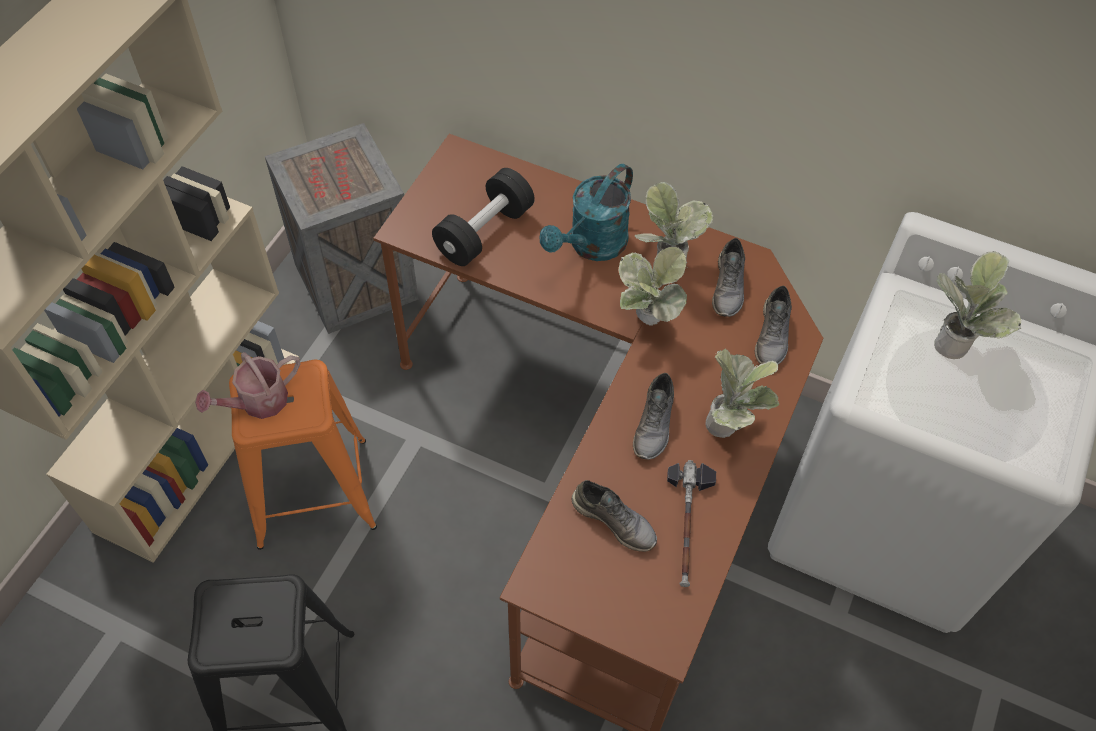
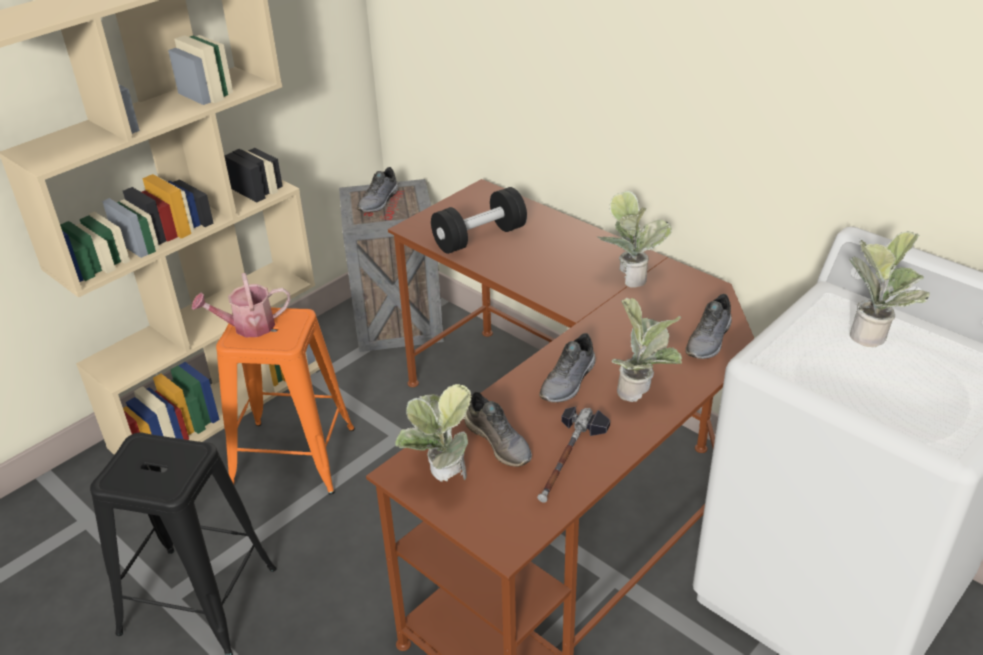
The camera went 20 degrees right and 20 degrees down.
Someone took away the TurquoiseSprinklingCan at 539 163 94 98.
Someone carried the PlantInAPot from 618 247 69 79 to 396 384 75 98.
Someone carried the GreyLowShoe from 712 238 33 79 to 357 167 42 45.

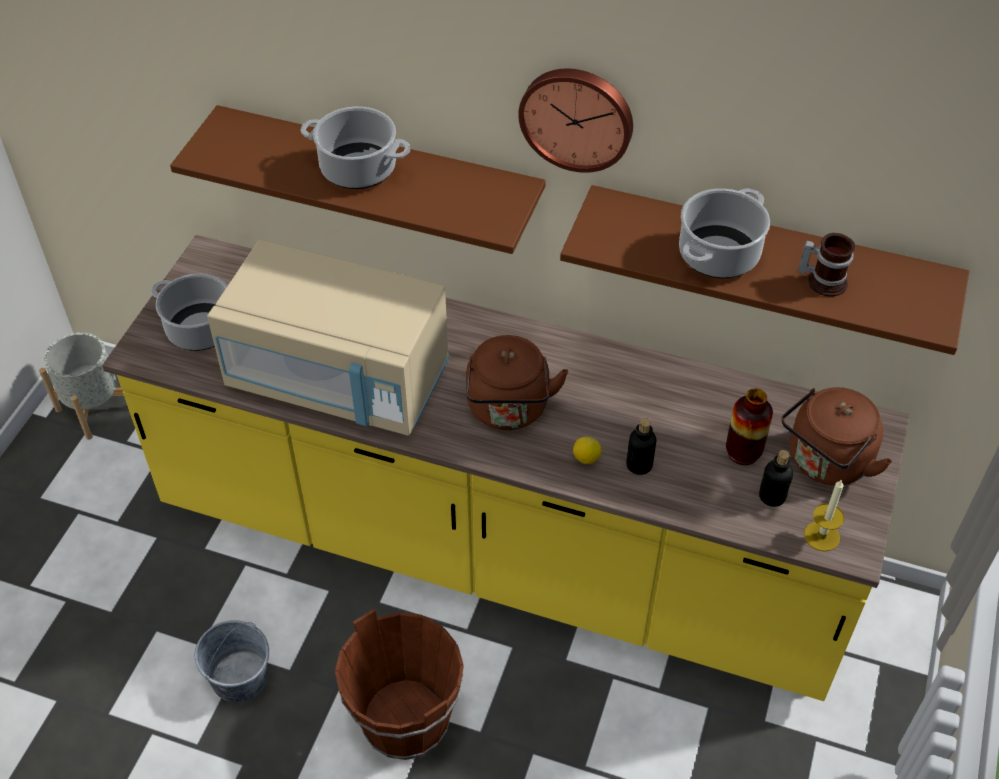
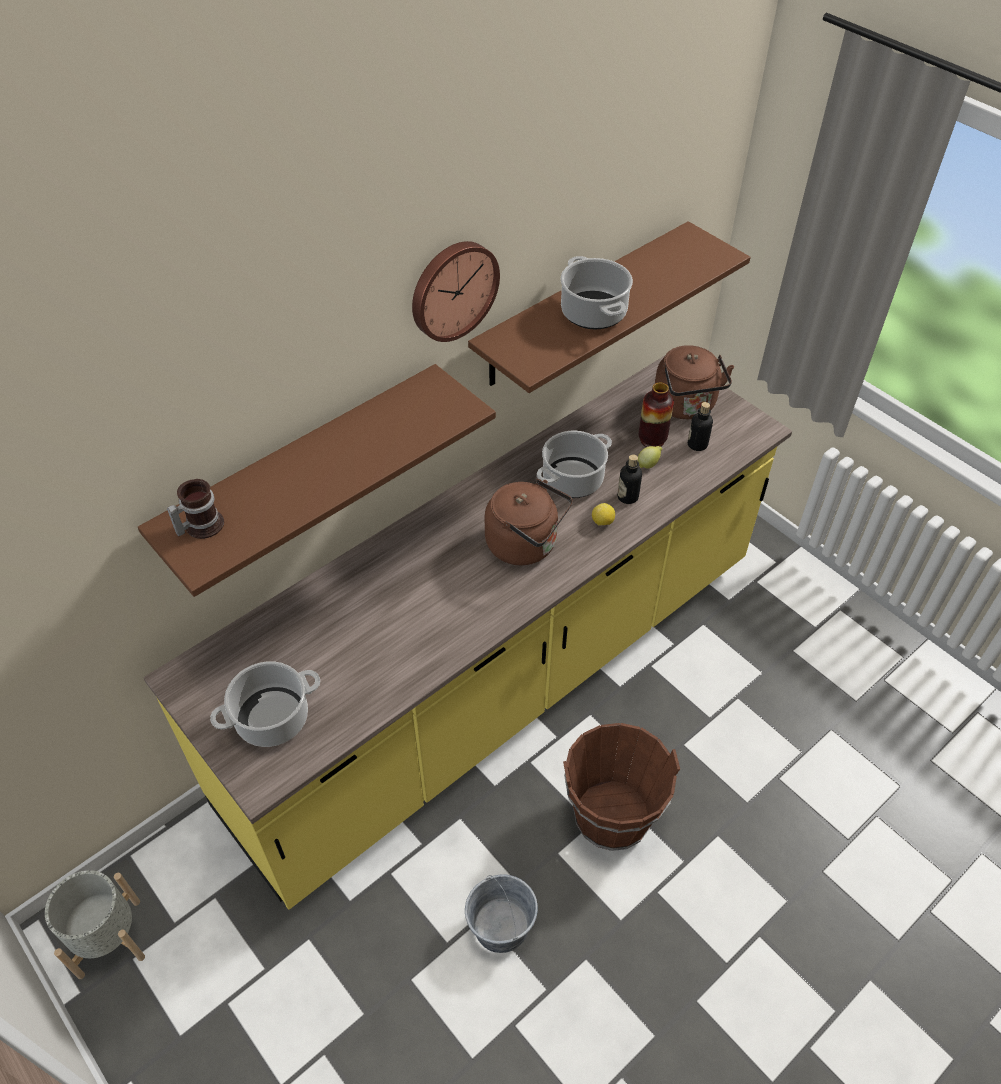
The camera went 60 degrees left and 0 degrees up.
Someone took away the BeigeMicrowaveOven at 207 239 243 196.
Someone carried the CookingPot from 301 107 110 82 to 537 431 75 67.
Someone carried the CoffeeMug from 798 233 57 63 to 167 479 57 60.
Someone took away the Candle at 804 479 40 72.
Someone put down the Lemon at 638 446 24 22.

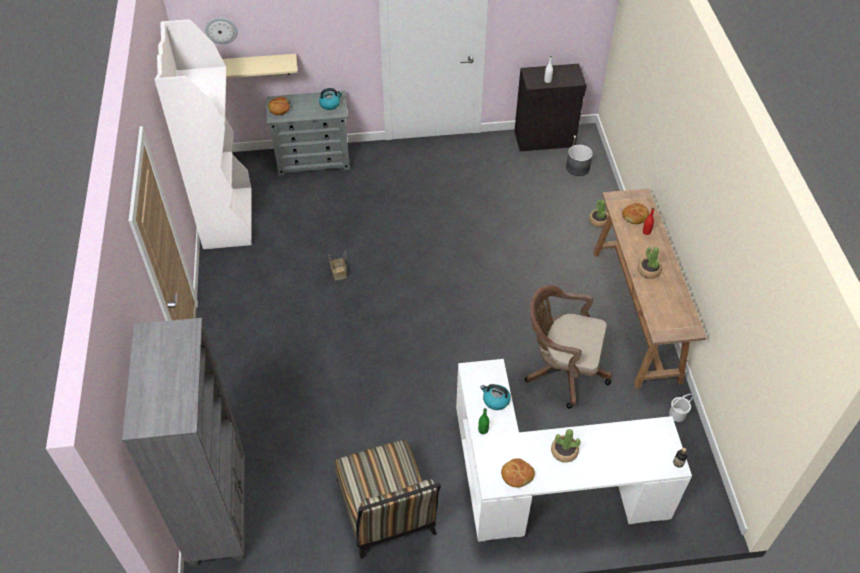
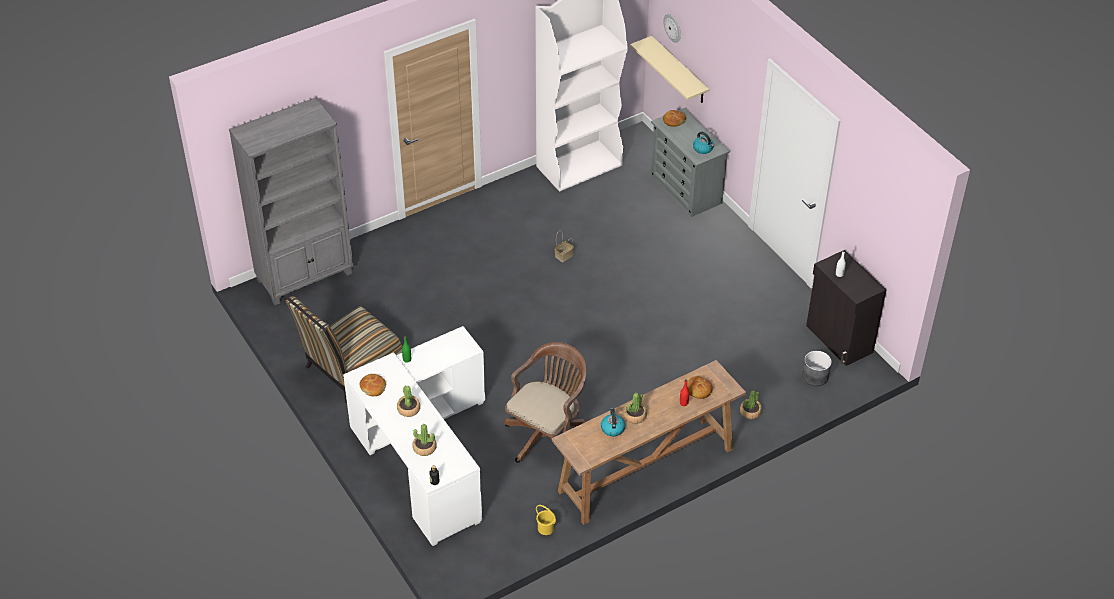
The camera went 65 degrees right and 5 degrees down.
Someone carried the WaterKettle from 480 384 31 26 to 601 408 24 28.
Someone rotated the BrownishDeskChair at 525 285 87 124 by 45 degrees clockwise.
Someone repainted the WhiteColouredWaterBucket at 669 394 25 28, which became the YellowishWaterBucket at 536 505 20 30.
Someone put down the PlantInAPot at 413 424 23 32.

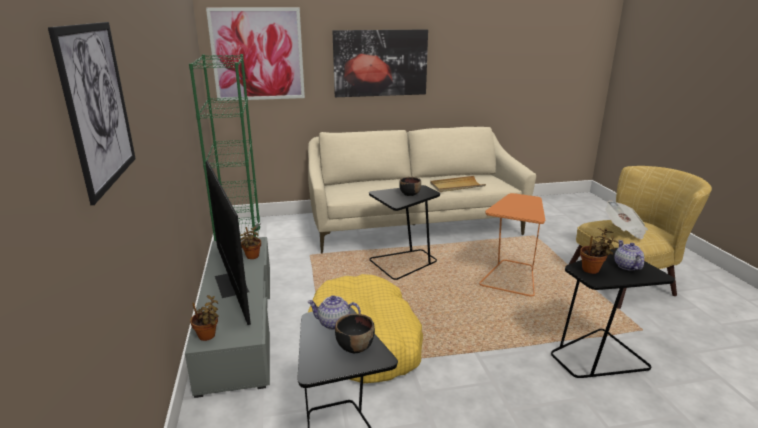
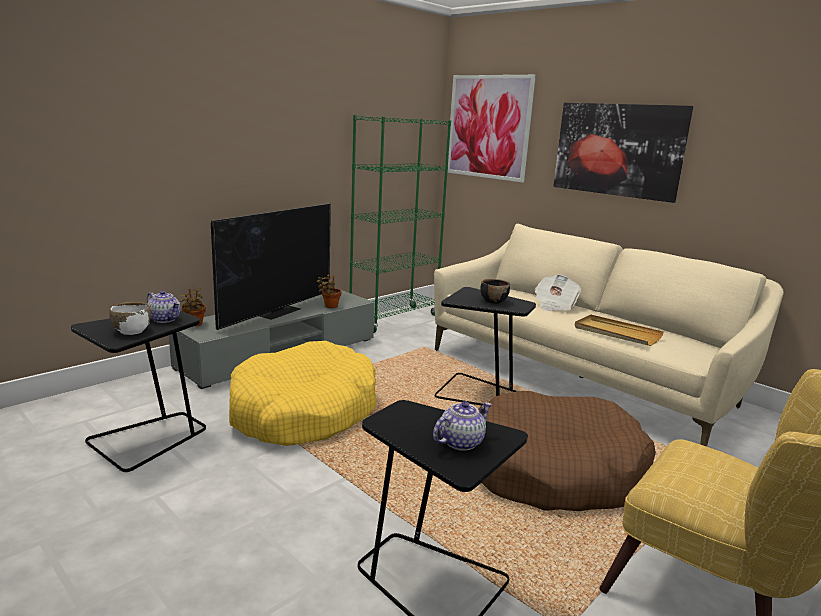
The camera went 55 degrees right and 5 degrees down.
Someone took away the WallArt at 48 22 88 183.
Someone rotated the Teapot at 307 295 54 35 by 150 degrees clockwise.
Someone repainted the BlackColouredServingBowl at 335 314 40 39, which became the WhiteColouredServingBowl at 109 302 42 33.
Someone swapped the OrangeColouredEndTable at 479 193 66 104 for the BrownishPetBed at 478 391 178 120.
Someone took away the PlantInAPot at 580 228 39 46.
Someone carried the PrintedPaper from 605 201 43 39 to 534 274 47 37.

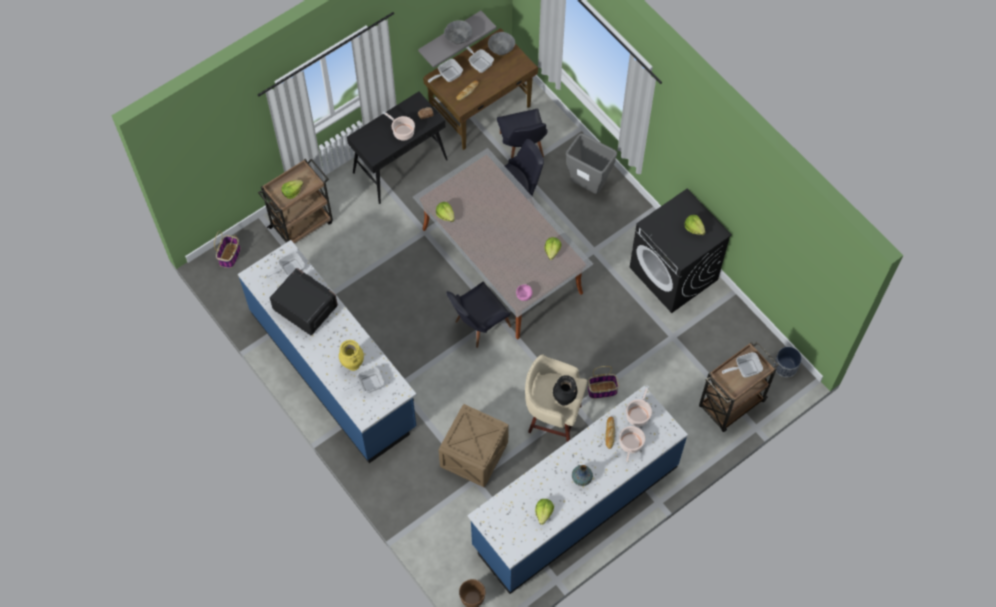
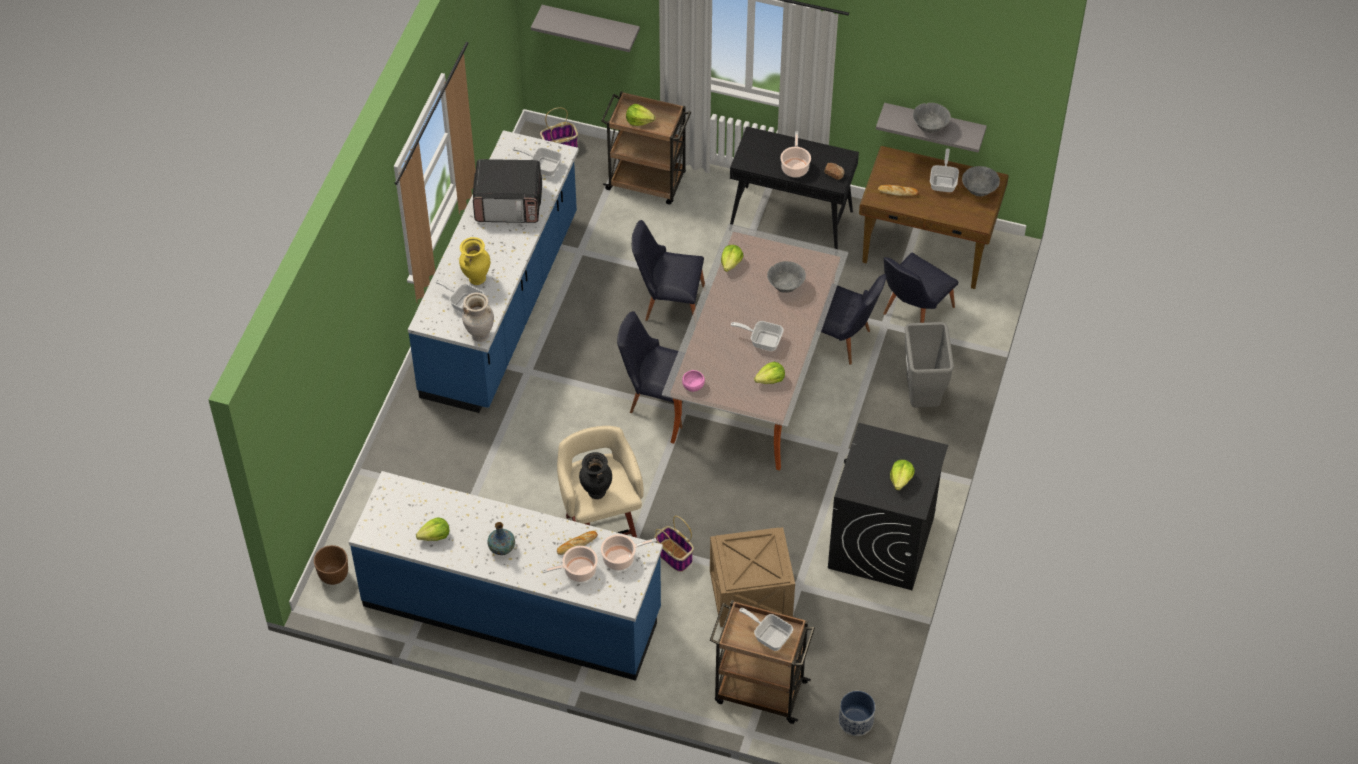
The camera went 55 degrees right and 10 degrees down.
Someone rotated the MicrowaveOven at 270 268 68 67 by 90 degrees clockwise.
Someone carried the FryingPan from 428 59 35 24 to 731 321 53 30.
Someone carried the Crate from 439 404 70 83 to 710 527 85 100.
Someone put down the BeigeVase at 462 292 32 50.
Someone put up the GreyShelf at 531 5 109 47.
Someone put down the BlackColouredPlainChair at 632 220 73 101.
Someone put down the GreyServingBowl at 767 261 39 32.

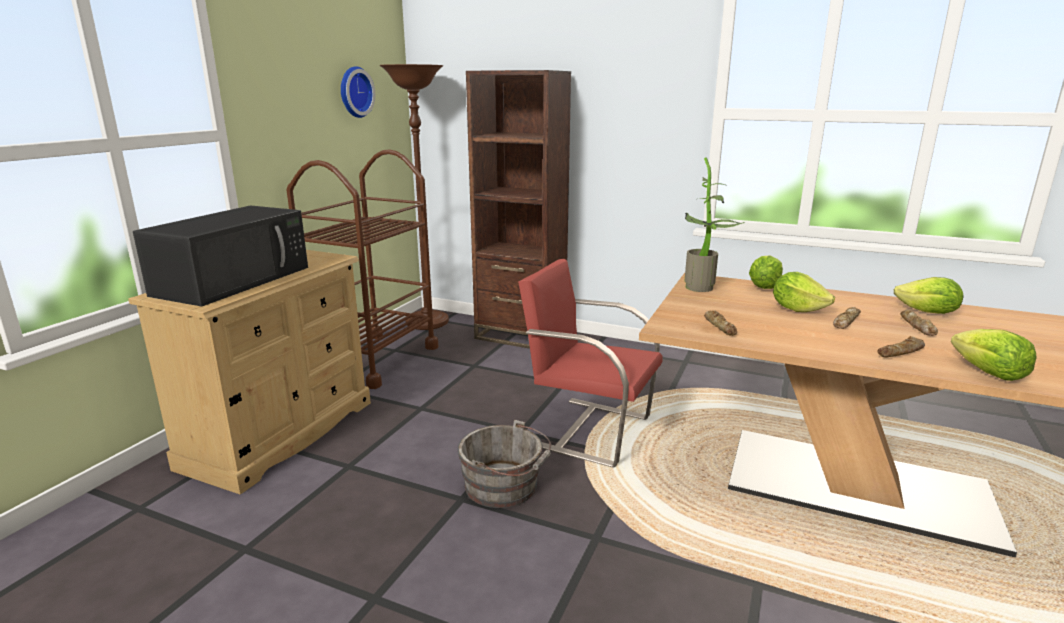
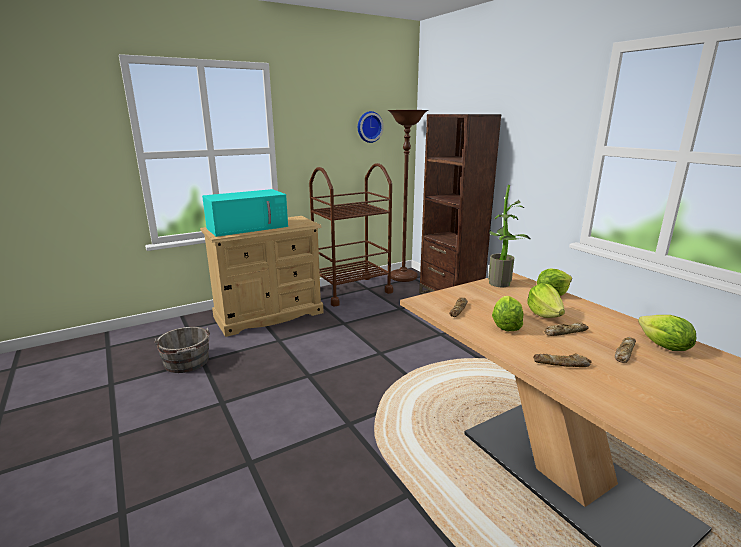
The camera went 35 degrees right and 0 degrees up.
Someone repainted the BlackColouredMicrowaveOven at 133 205 175 102, which became the TurquoiseMicrowaveOven at 202 189 86 48.
Someone carried the GreyWaterBucket from 458 420 93 88 to 154 327 56 46.
Someone took away the ReddishPlainChair at 518 259 145 209.
Someone carried the Lettuce from 951 329 86 52 to 492 296 32 35.

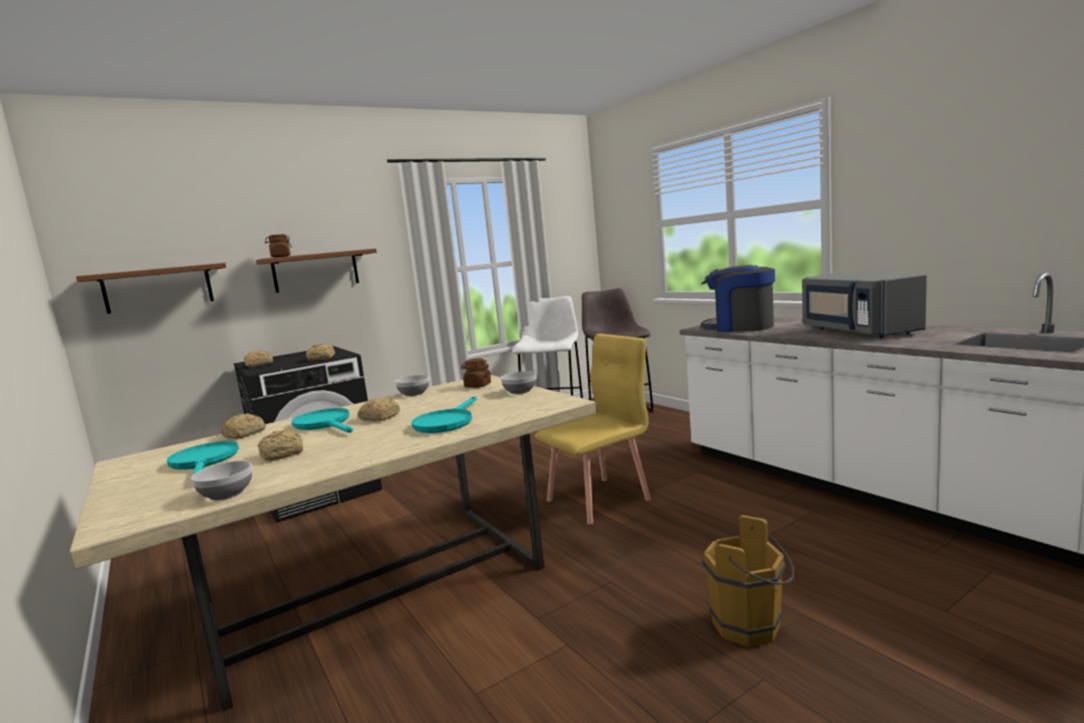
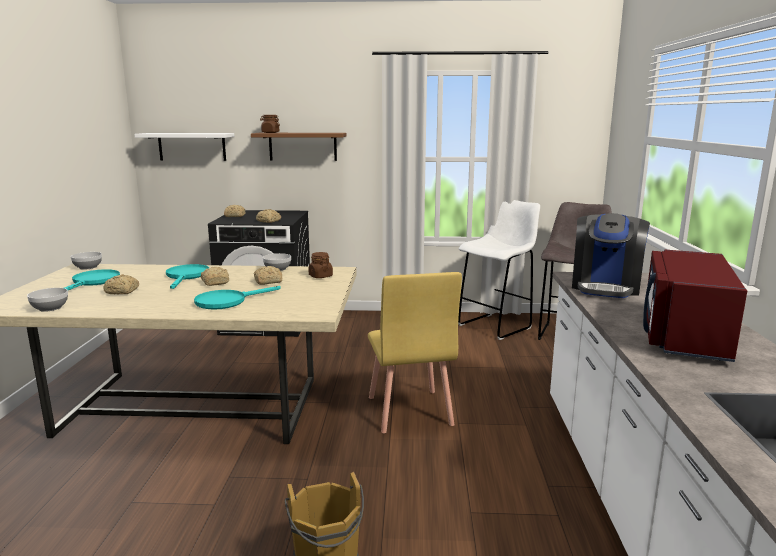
The camera went 35 degrees right and 5 degrees up.
Someone repainted the BrownishShelf at 76 263 150 51, which became the WhiteColouredShelf at 134 133 100 28.
Someone carried the Bread from 221 413 45 26 to 254 266 29 19.
Someone carried the ServingBowl from 501 371 35 23 to 71 252 31 17.
Someone rotated the YellowishPlainChair at 534 334 117 191 by 75 degrees clockwise.
Someone rotated the CoffeeMaker at 701 265 74 67 by 135 degrees counterclockwise.
Someone repainted the GreyMicrowaveOven at 802 273 125 65, which became the ReddishMicrowaveOven at 643 250 104 112.

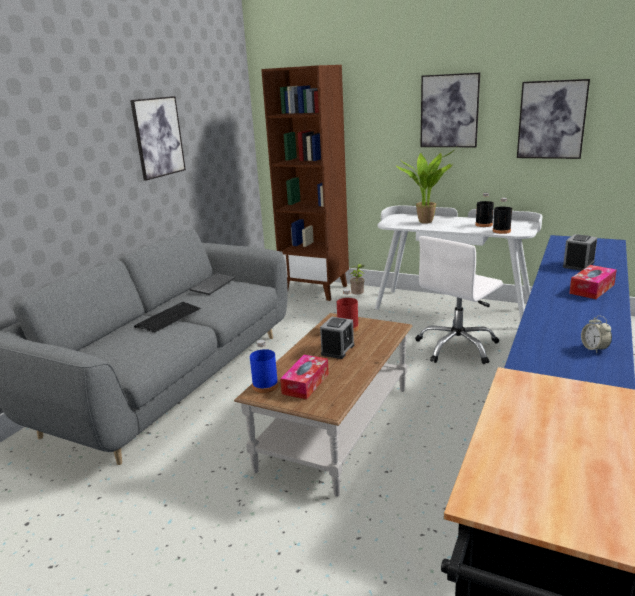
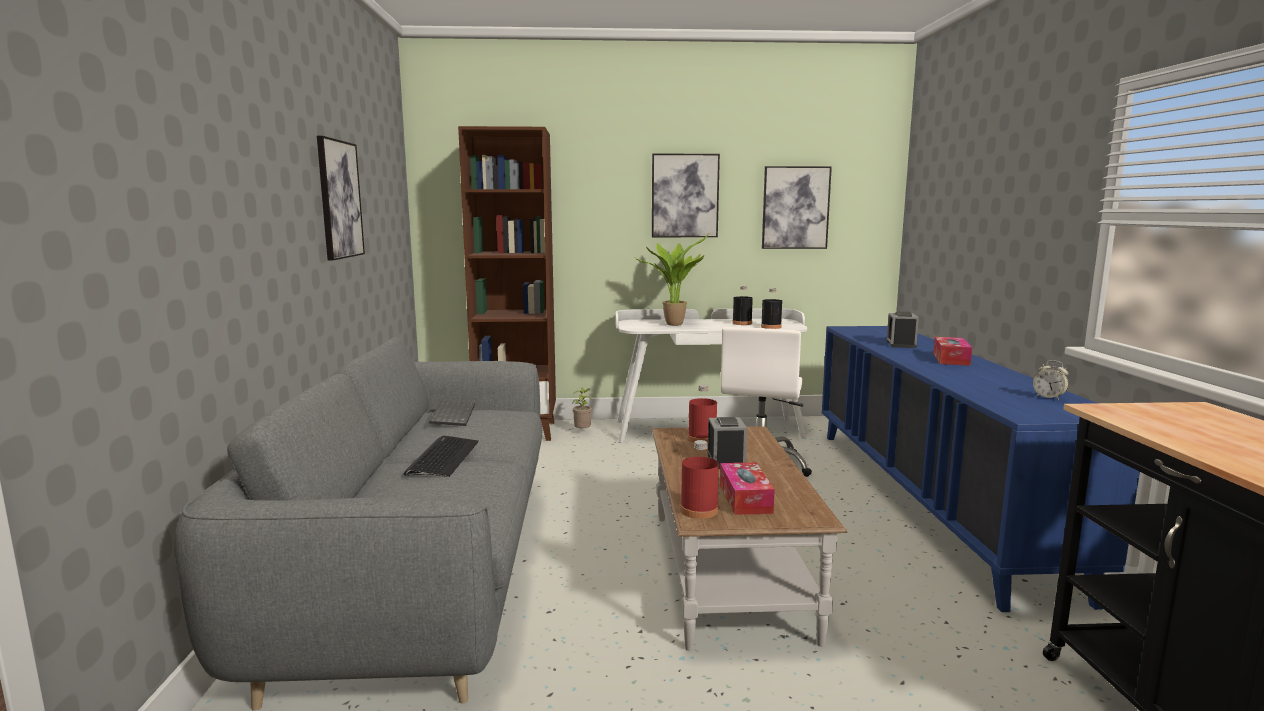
The camera went 30 degrees left and 10 degrees down.
Someone repainted the BlueColouredBottle at 250 340 28 53, which became the ReddishBottle at 681 440 38 79.

